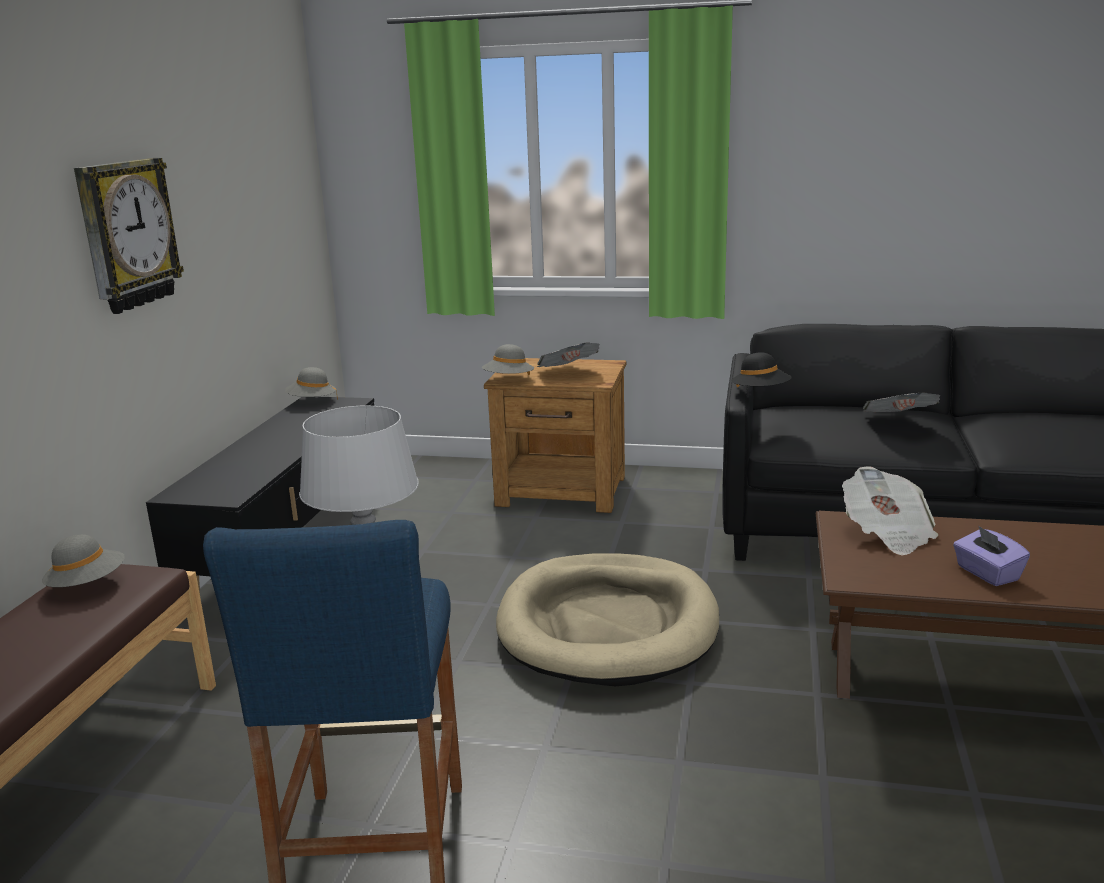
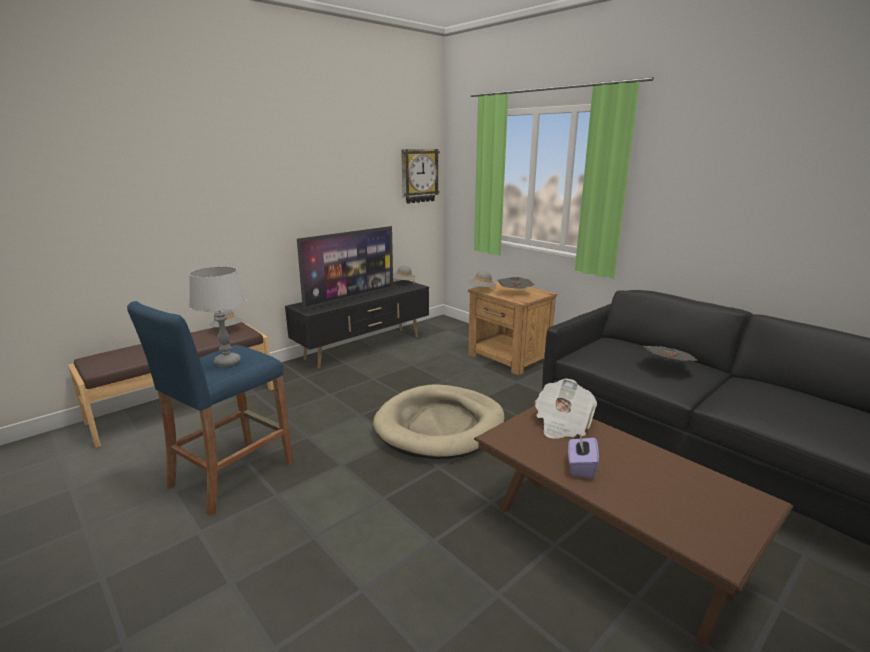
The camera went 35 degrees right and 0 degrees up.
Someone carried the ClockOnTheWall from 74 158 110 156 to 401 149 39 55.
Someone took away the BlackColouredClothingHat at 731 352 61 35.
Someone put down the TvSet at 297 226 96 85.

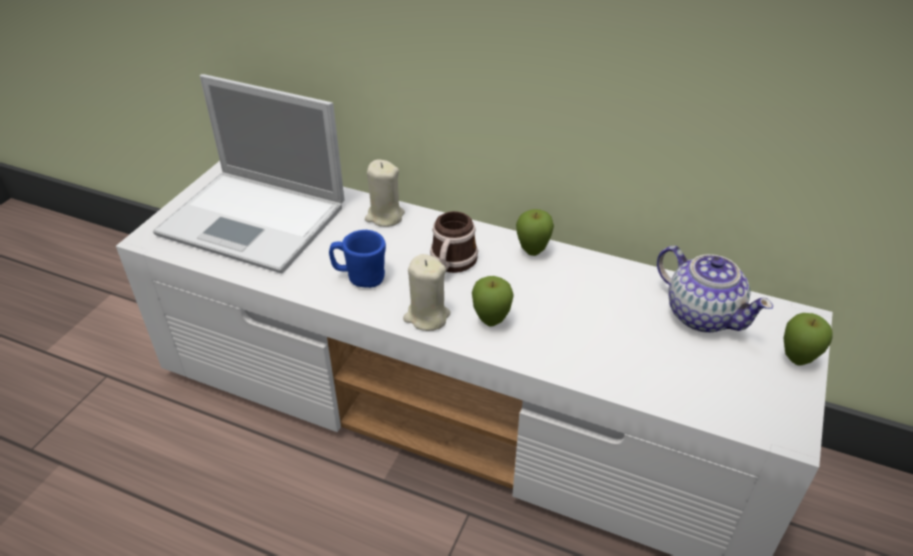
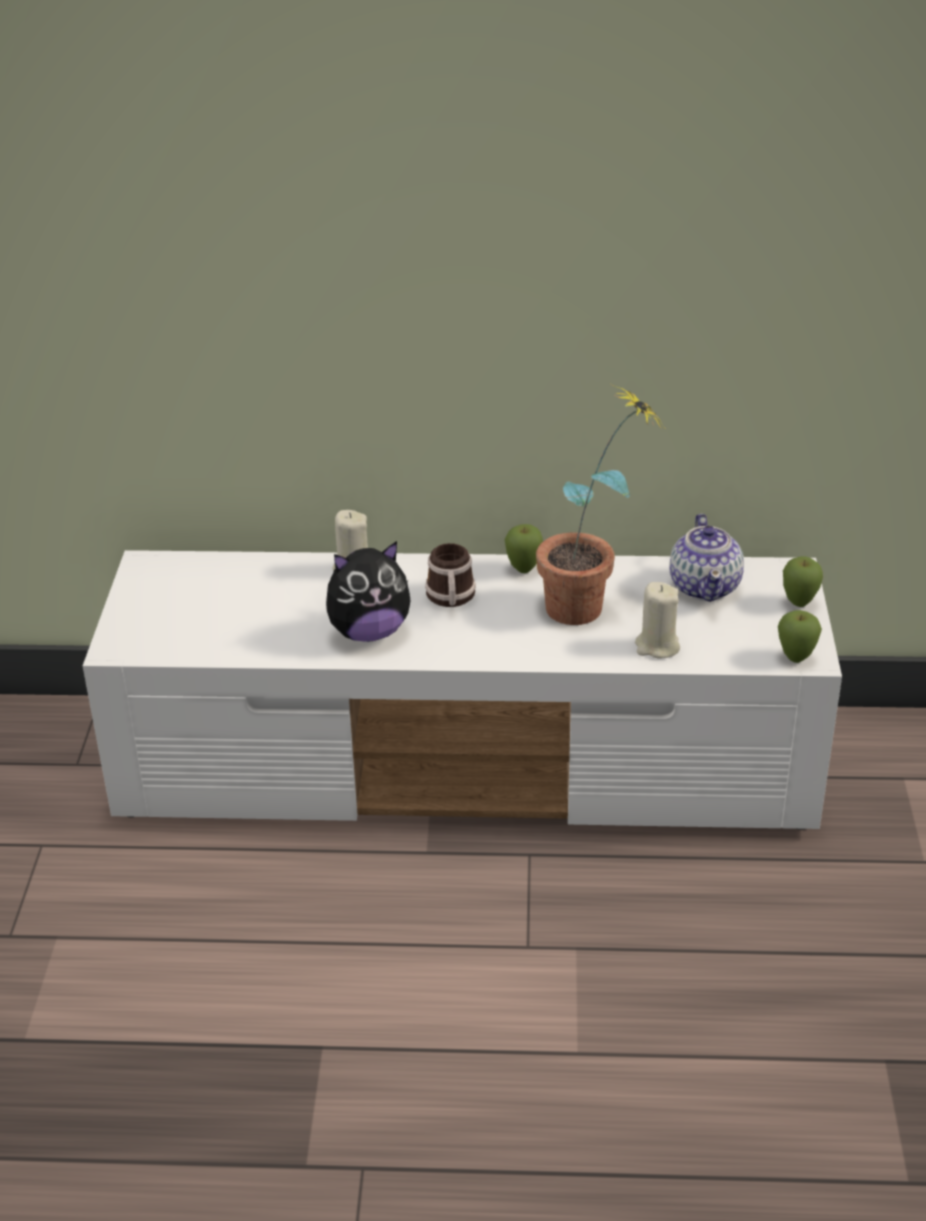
The camera went 20 degrees left and 5 degrees down.
Someone took away the Laptop at 153 74 192 200.
Someone swapped the BlueColouredCoffeeMug at 329 230 57 58 for the CuddlyToy at 326 541 85 101.
Someone carried the BeigeCandle from 403 254 47 77 to 635 582 45 76.
Someone carried the WholeApple from 472 276 42 51 to 778 610 44 53.
Someone rotated the Teapot at 657 246 116 87 by 60 degrees clockwise.
Someone put down the PlantInAPot at 536 386 131 239.

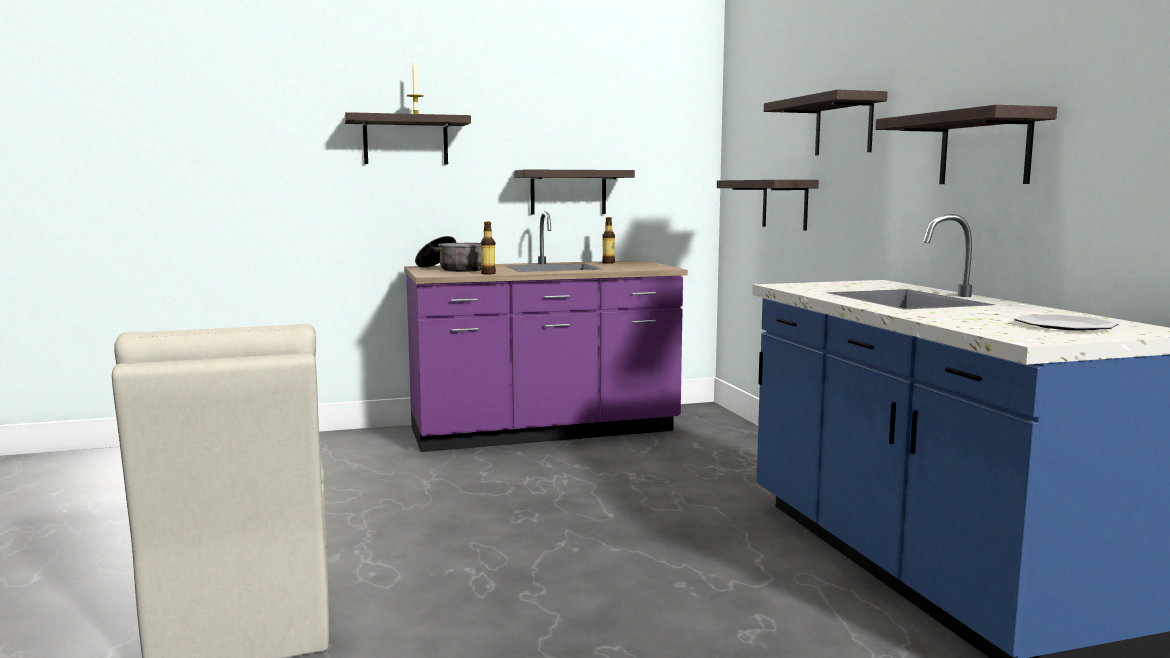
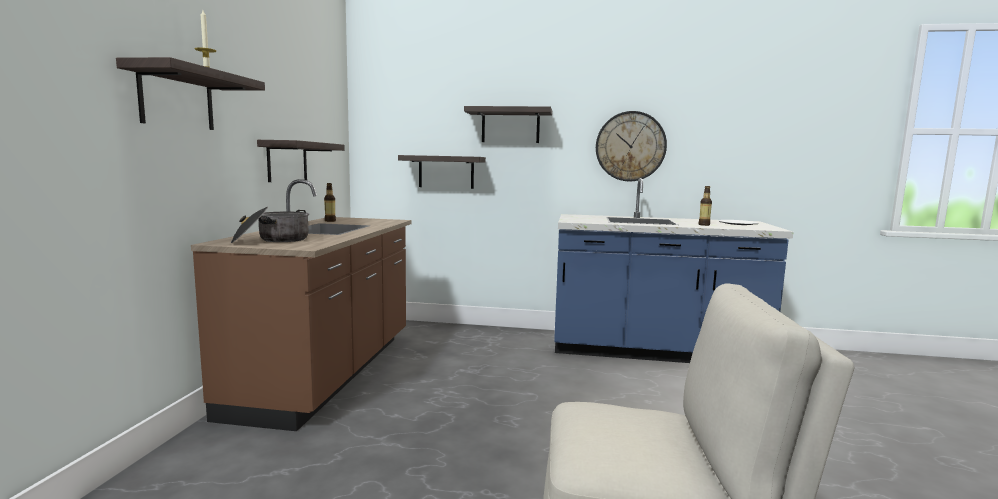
The camera went 65 degrees left and 0 degrees up.
Someone repainted the PurpleColouredKitchenCounter at 404 212 284 240, which became the BrownishKitchenCounter at 191 179 220 252.
Someone carried the Bottle from 481 222 15 53 to 699 186 13 40.
Someone swapped the Shelf at 875 105 182 79 for the ClockOnTheWall at 596 111 71 70.

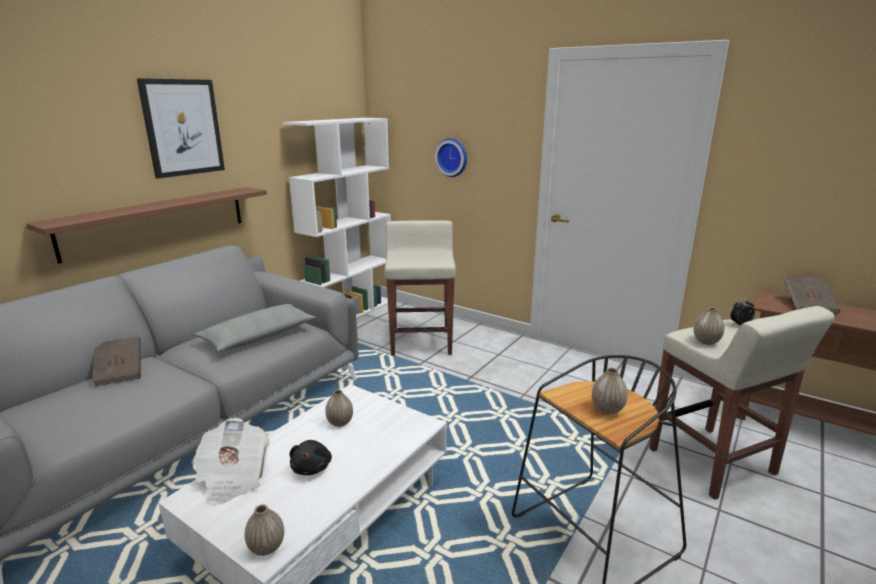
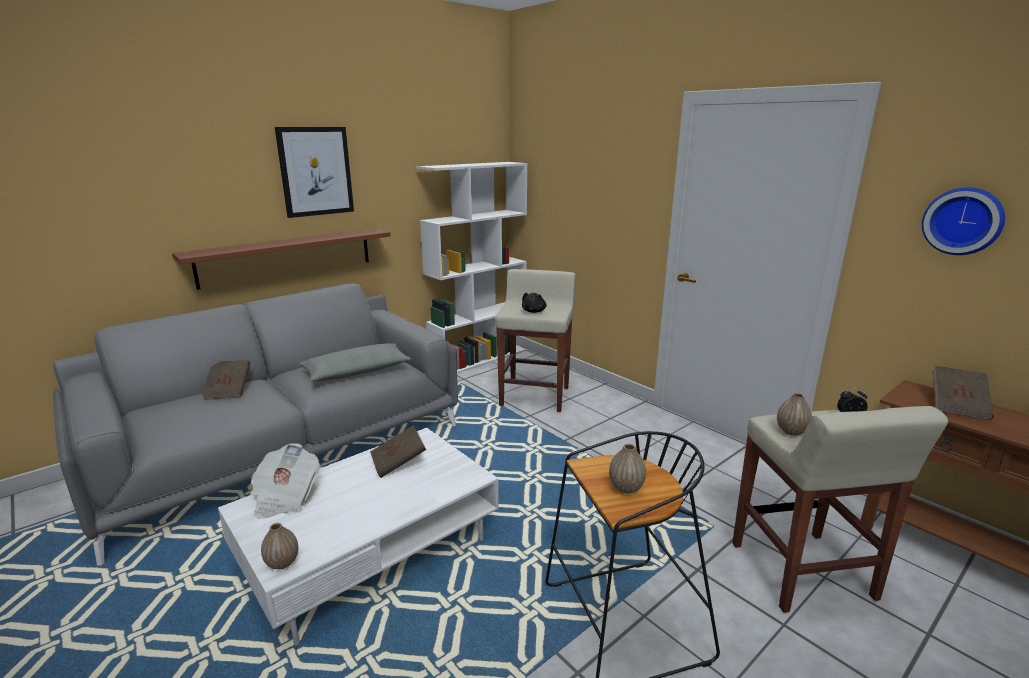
The camera went 15 degrees right and 0 degrees up.
Someone carried the BlackColouredCuddlyToy from 289 440 43 35 to 522 292 25 21.
Someone swapped the Vase at 325 390 28 37 for the BrownishBook at 370 426 56 52.
Someone carried the ClockOnTheWall from 435 138 32 39 to 922 187 83 68.

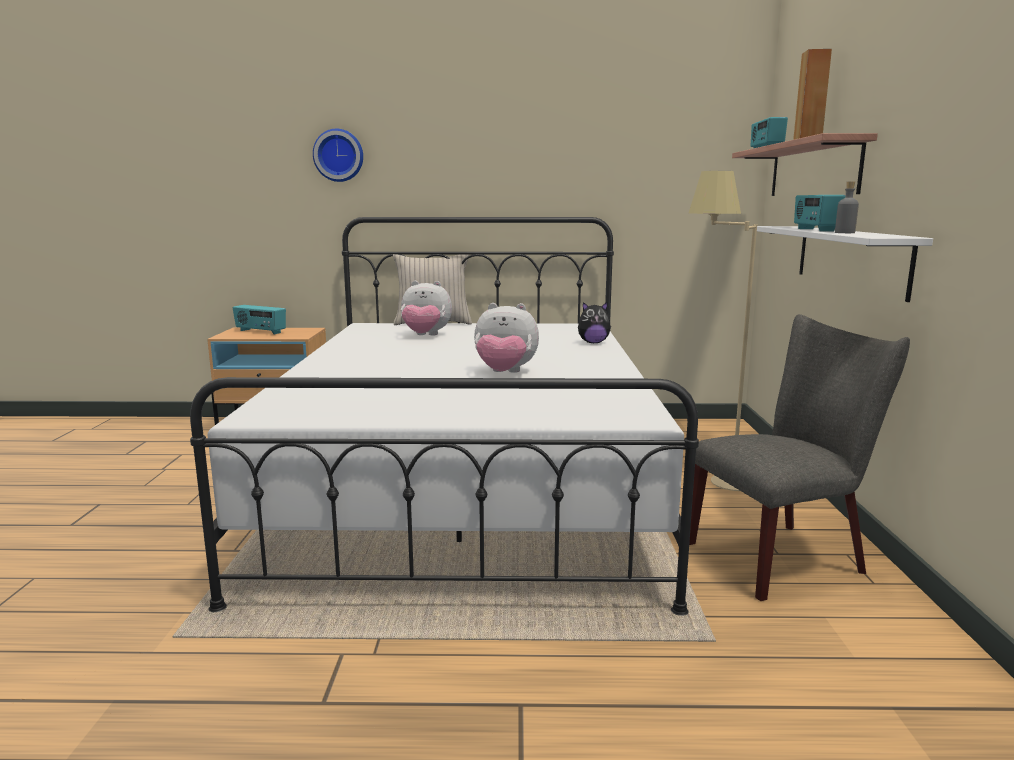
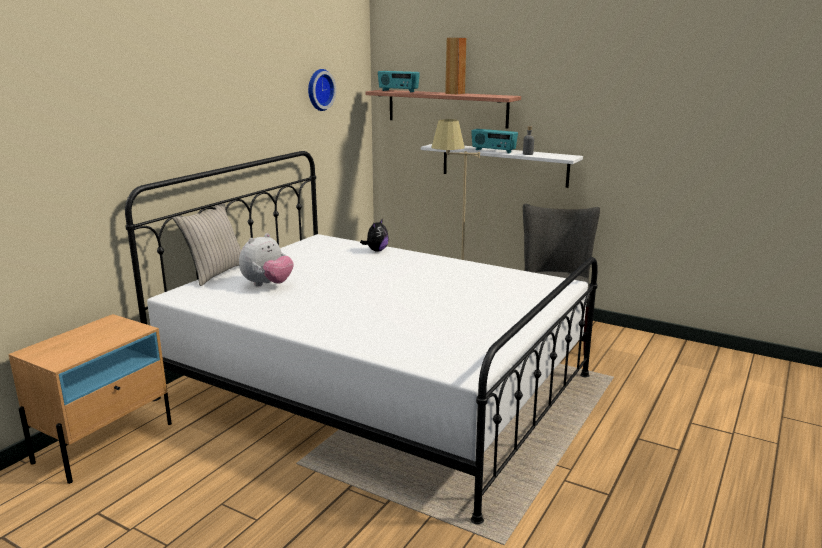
The camera went 60 degrees left and 5 degrees up.
Someone took away the RadioReceiver at 233 305 53 30.
Someone carried the ClockOnTheWall from 313 129 50 53 to 308 69 28 42.
Someone took away the CuddlyToy at 474 303 65 70.

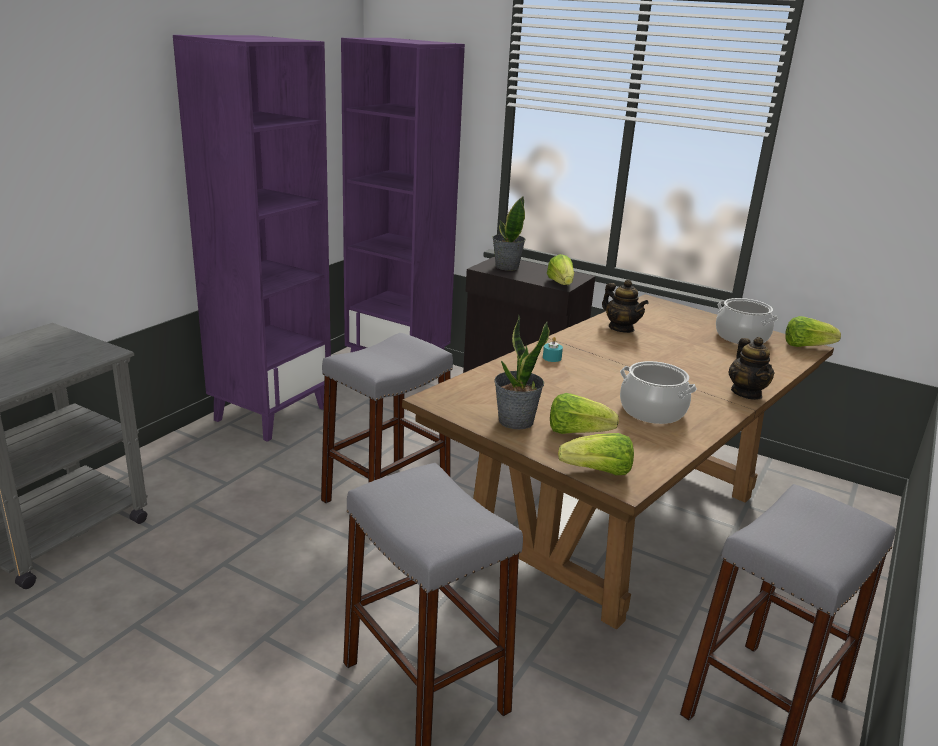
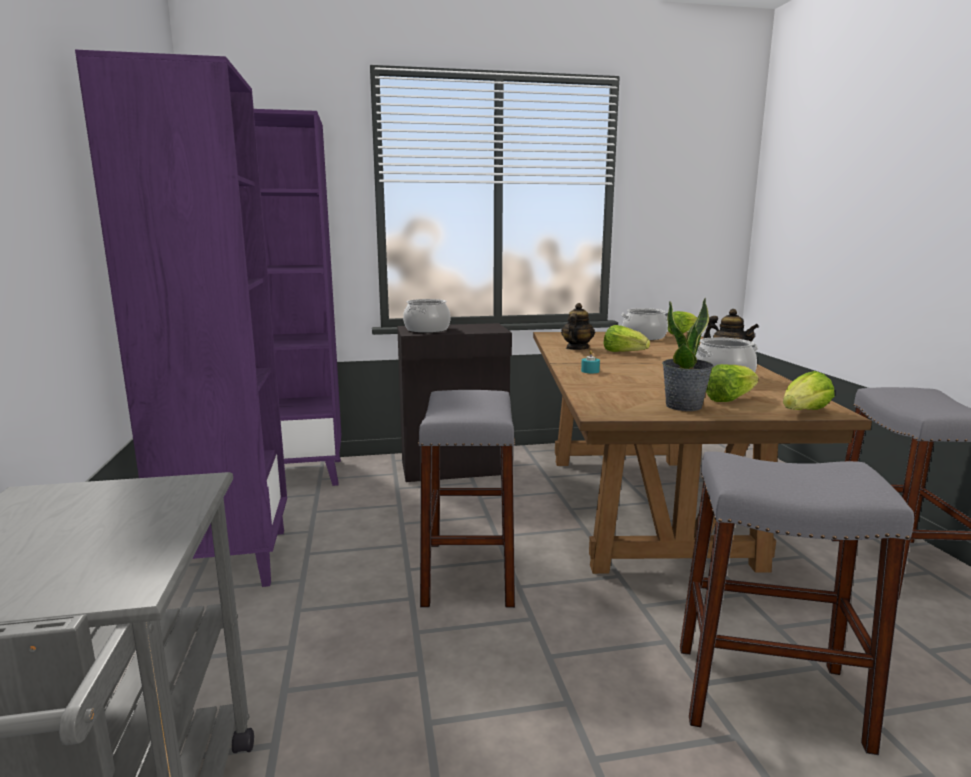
The camera went 40 degrees left and 10 degrees down.
Someone swapped the PlantInAPot at 492 196 34 75 for the CookingPot at 403 299 48 34.
Someone carried the Lettuce from 547 254 27 31 to 603 325 47 27.
Someone rotated the Teapot at 602 280 47 53 by 75 degrees counterclockwise.

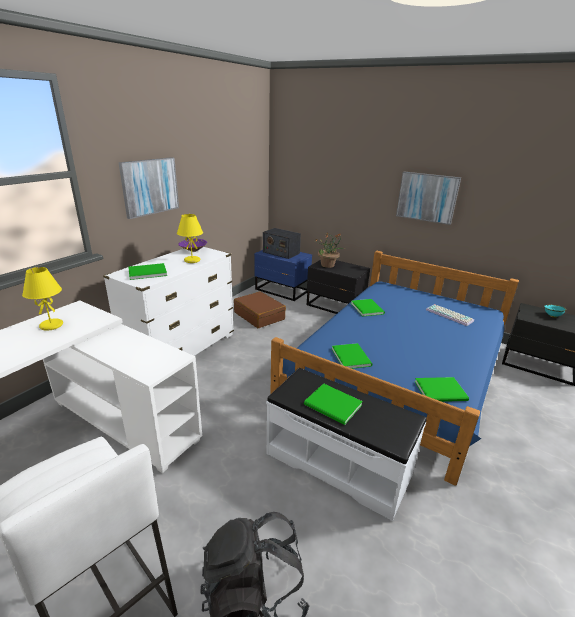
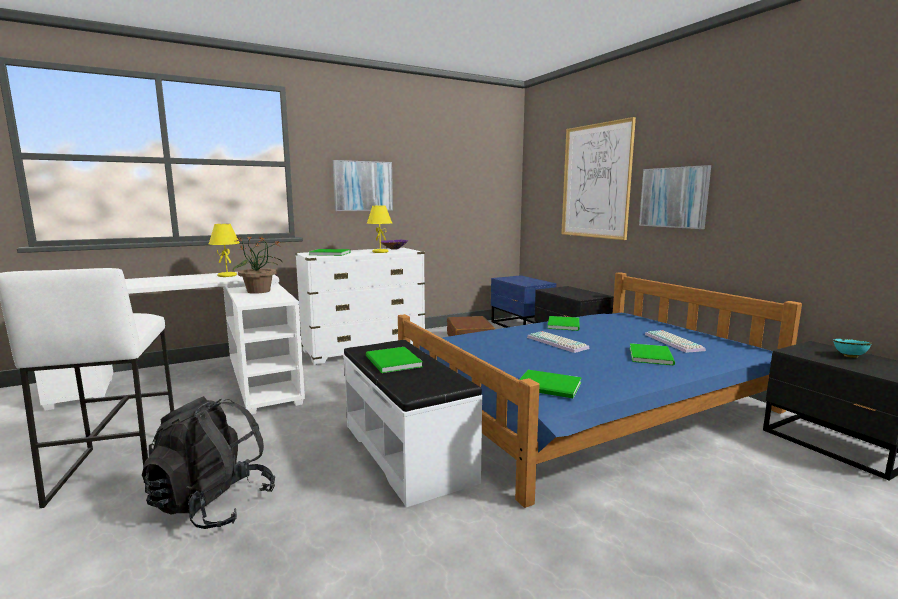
The camera went 30 degrees right and 15 degrees down.
Someone took away the RadioReceiver at 263 228 38 31.
Someone carried the PlantInAPot from 315 232 30 36 to 233 235 49 59.
Someone carried the GreenColouredBook from 332 343 40 26 to 630 343 45 22.
Someone put down the Keyboard at 527 331 63 22.
Someone put up the WallArt at 561 117 75 123.

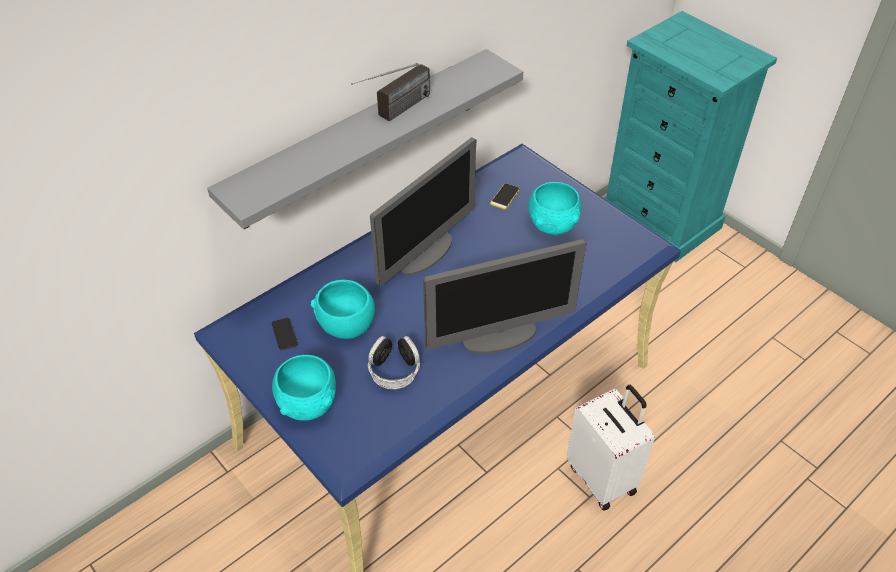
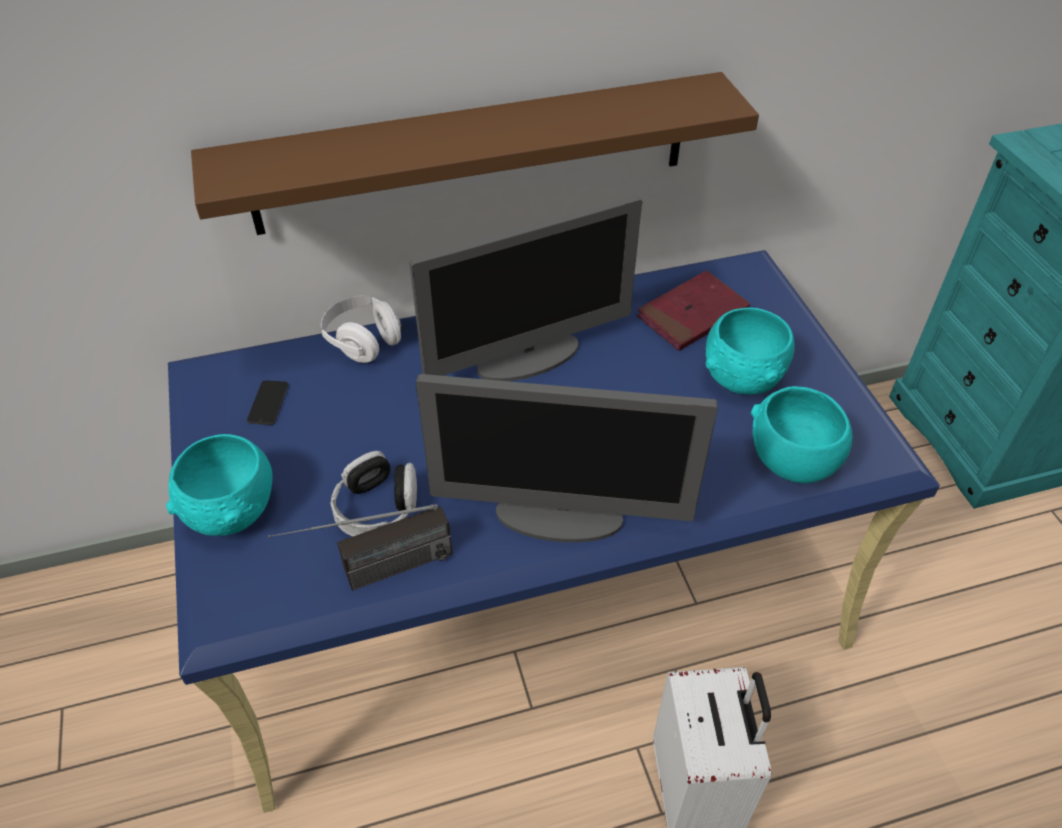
The camera went 25 degrees right and 0 degrees up.
Someone repainted the GreyShelf at 207 49 316 180, which became the BrownishShelf at 191 72 568 163.
Someone carried the TurquoiseServingBowl from 311 280 64 59 to 751 386 102 97.
Someone carried the RadioReceiver from 351 63 79 58 to 268 504 184 86.
Someone swapped the Telephone at 490 183 30 27 for the ReddishBook at 637 271 113 80.
Someone put down the WhiteColouredHeadset at 321 295 83 68.

